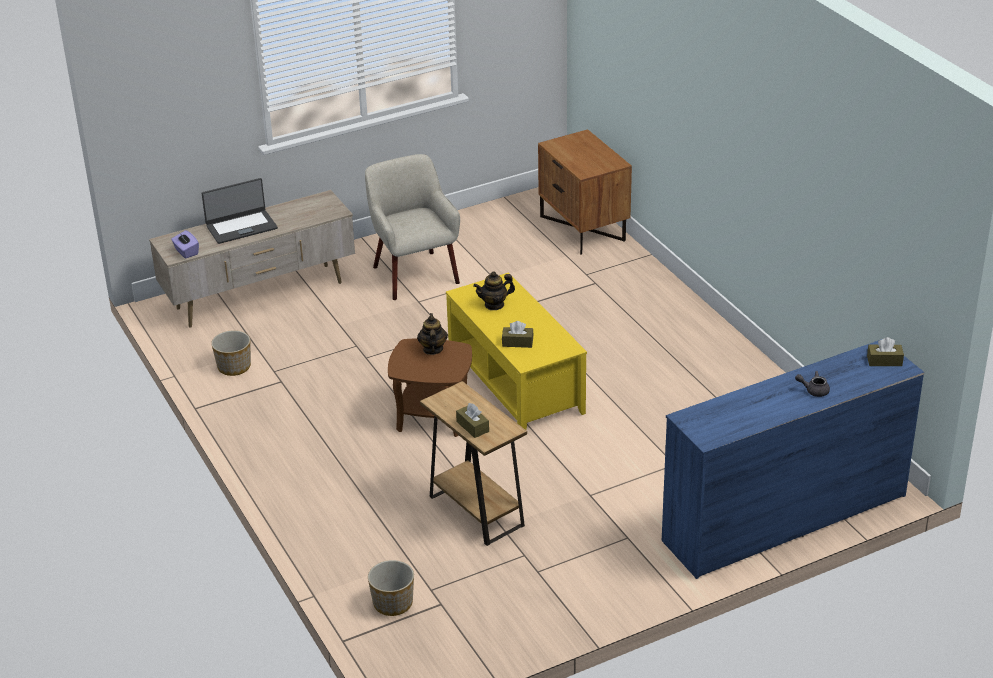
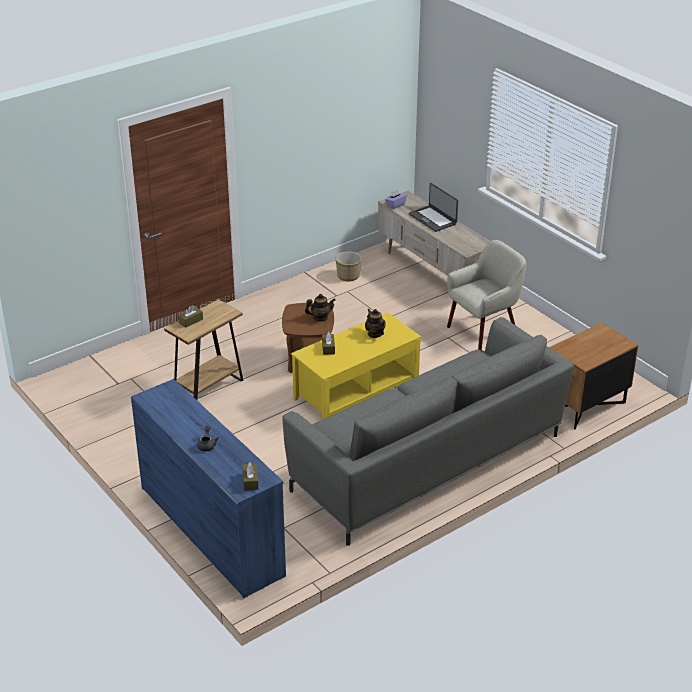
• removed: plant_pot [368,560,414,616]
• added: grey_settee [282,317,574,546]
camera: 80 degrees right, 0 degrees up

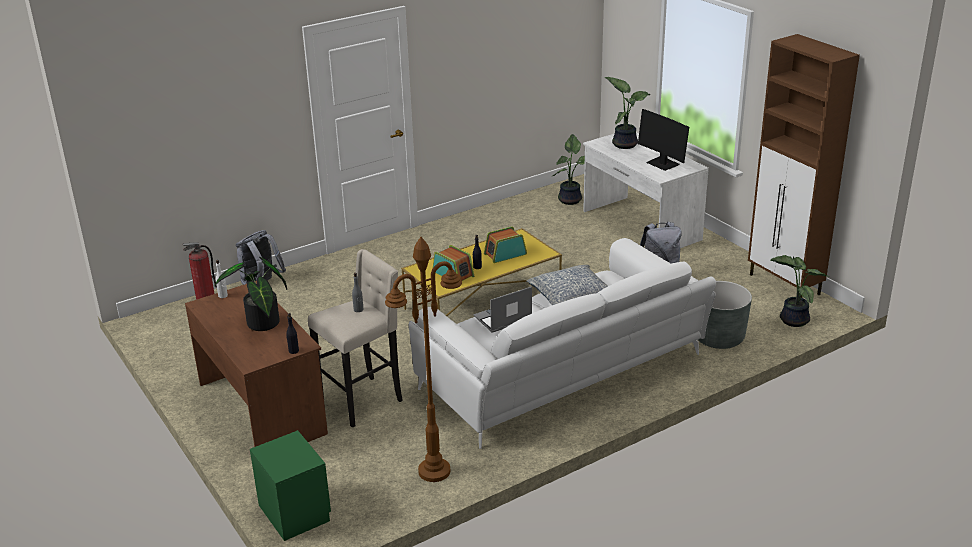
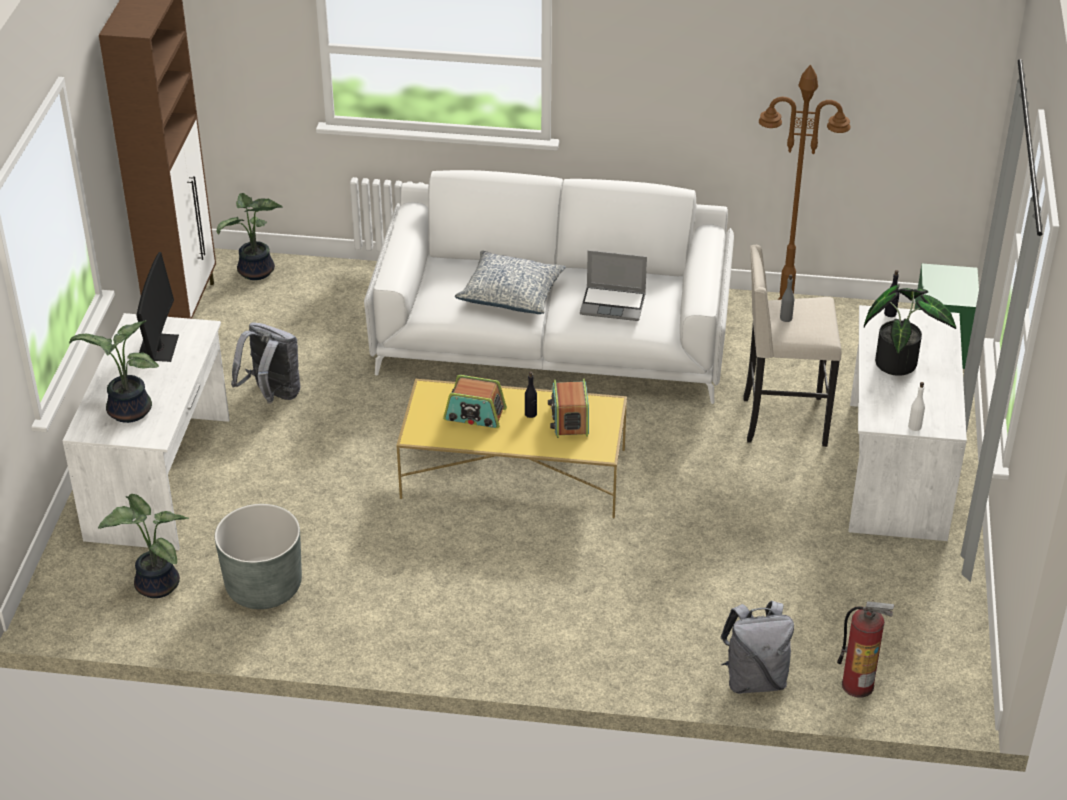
• recoloured: brown_desk_table [185,281,328,447] to whitish_desk_table [848,305,967,541]
• moved: grey_plant_pot [698,281,752,349] to [215,504,302,609]
camera: 140 degrees left, 10 degrees up

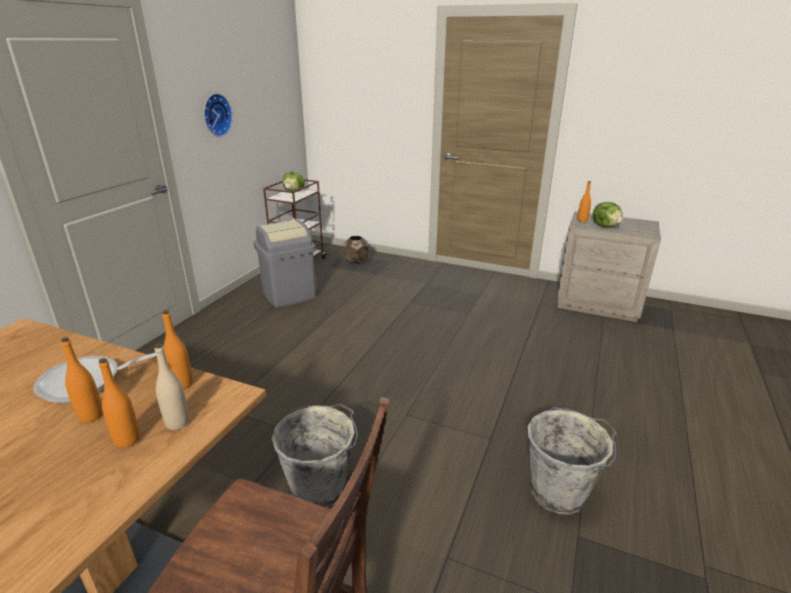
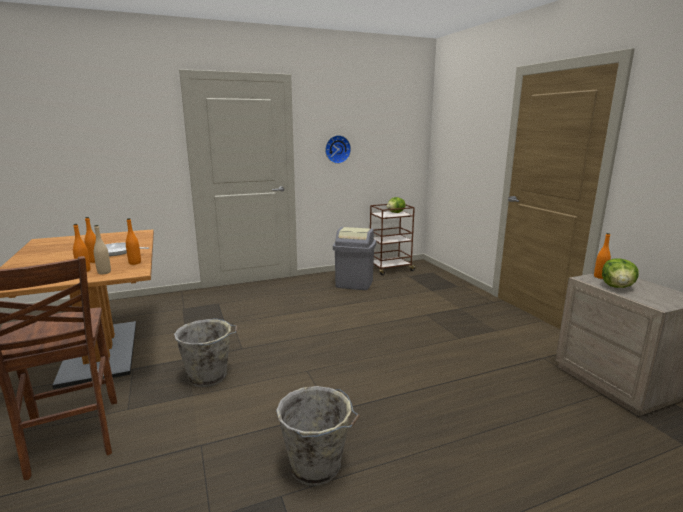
• removed: brown_plant_pot [344,236,368,265]
camera: 45 degrees right, 10 degrees down

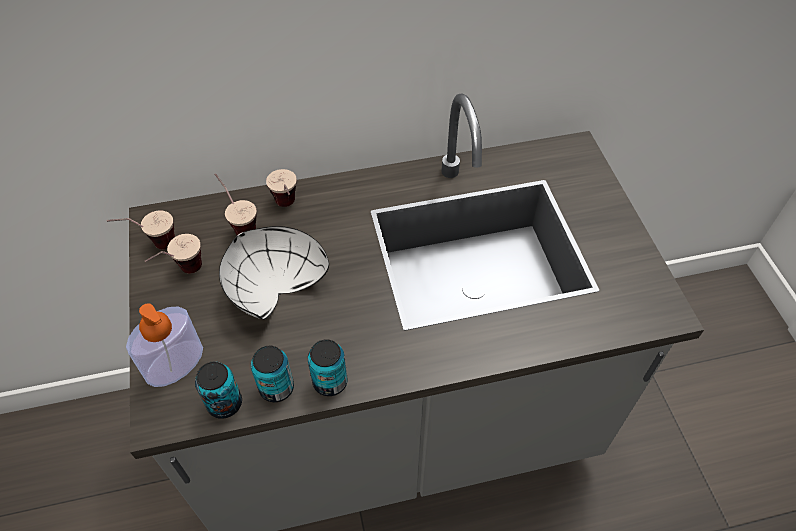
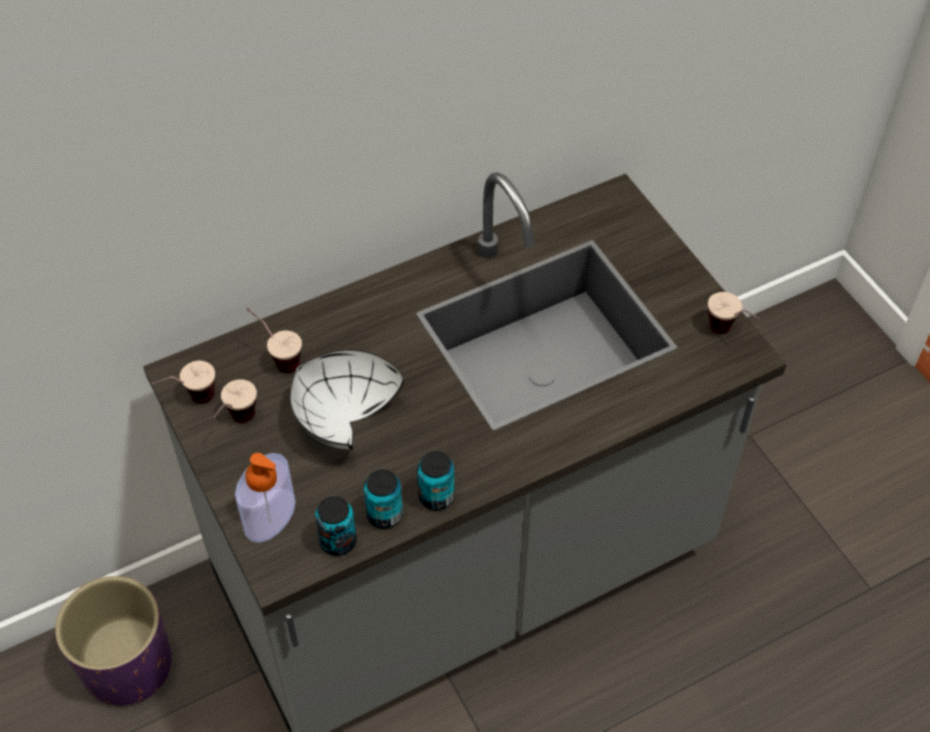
• moved: drinking_cup [266,169,297,207] to [708,292,760,334]
• added: purplish_plant_pot [55,576,172,706]
camera: 15 degrees left, 0 degrees up

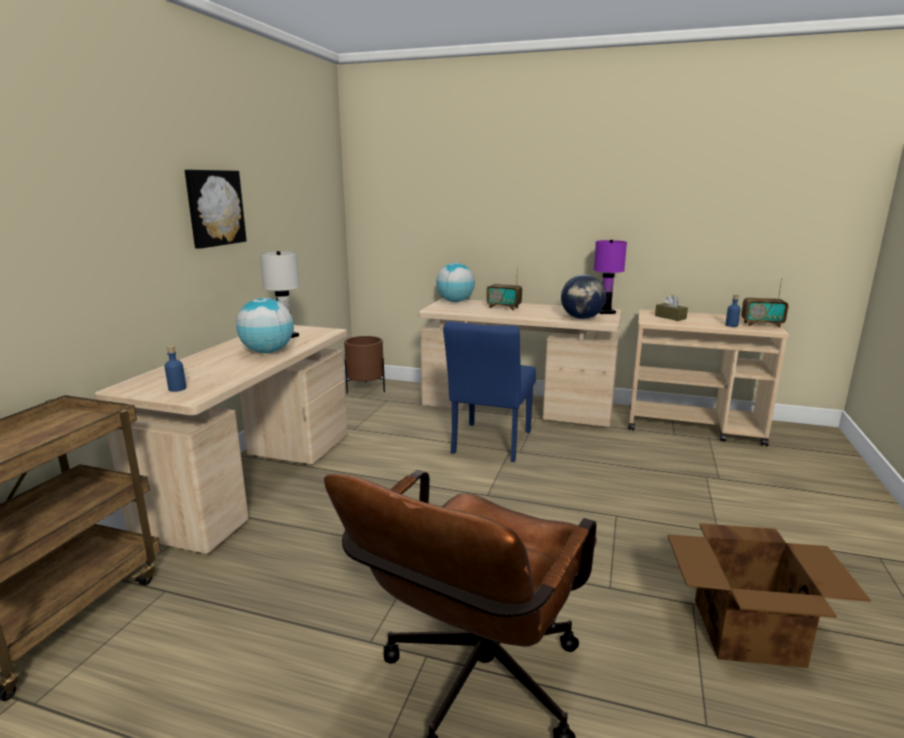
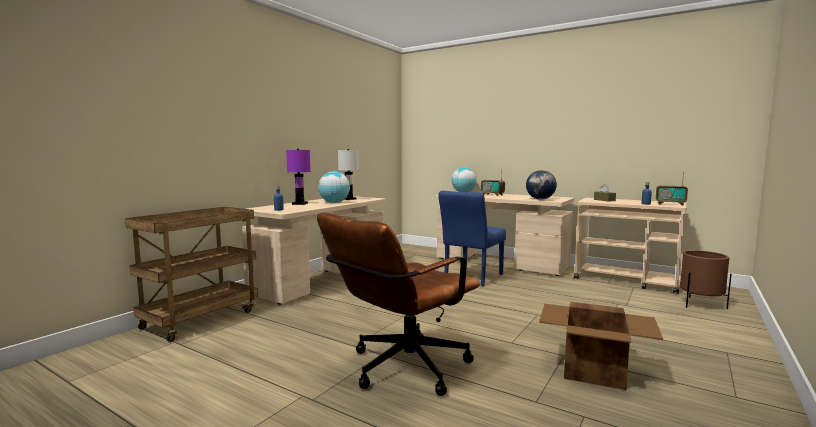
• removed: wall_art [185,170,247,249]
• moved: brown_plant_pot [344,336,385,394] to [680,250,732,309]
• moved: purplish_tabletop_lamp [594,240,627,314] to [286,149,311,205]
camera: 15 degrees right, 10 degrees down

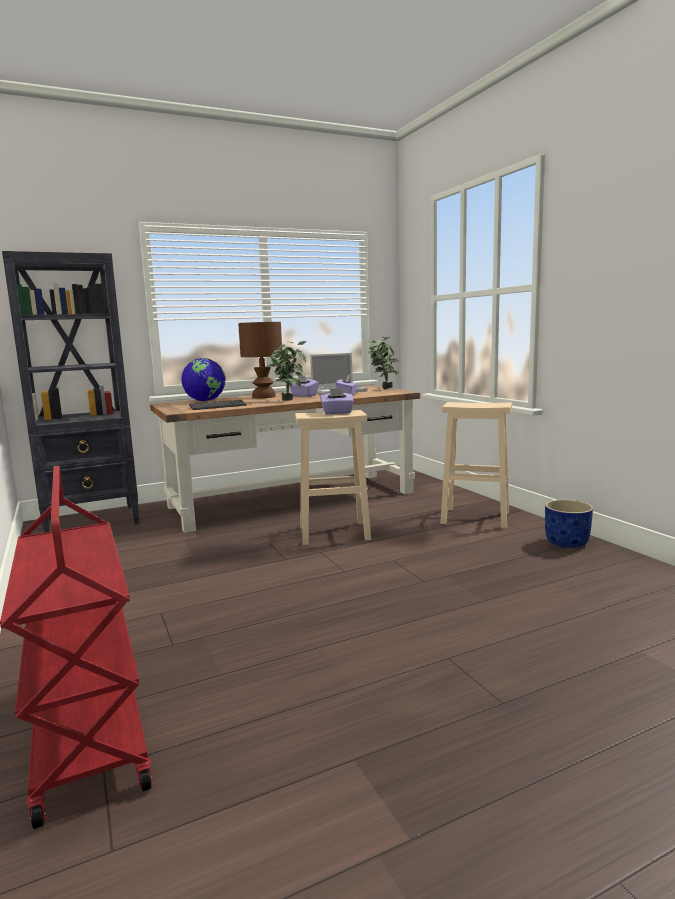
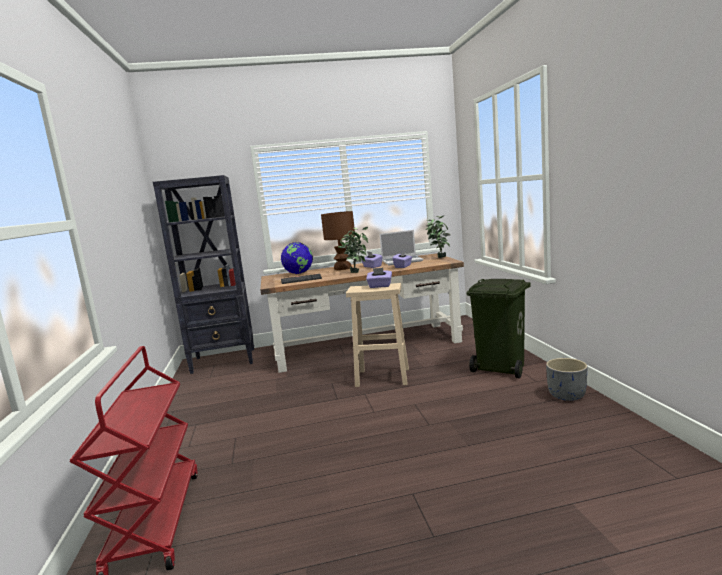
• replaced: beige-coloured_stool [440,402,512,529] to green_waste_bin [466,279,531,378]
• recoloured: blue-coloured_plant_pot [545,500,593,548] to grey_plant_pot [546,358,588,401]
camera: 15 degrees right, 0 degrees up

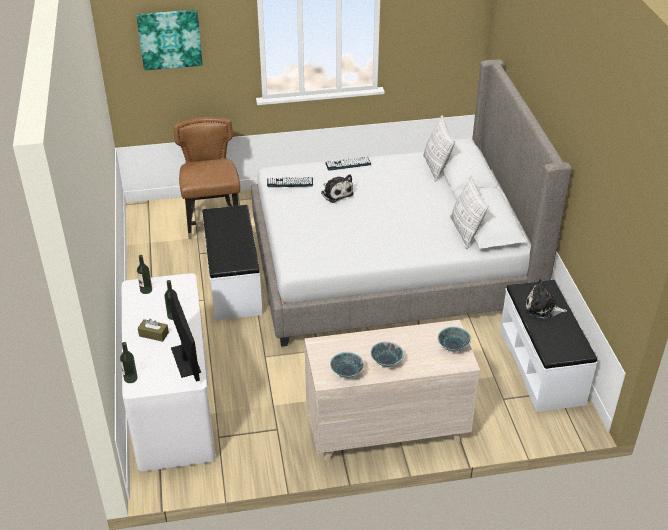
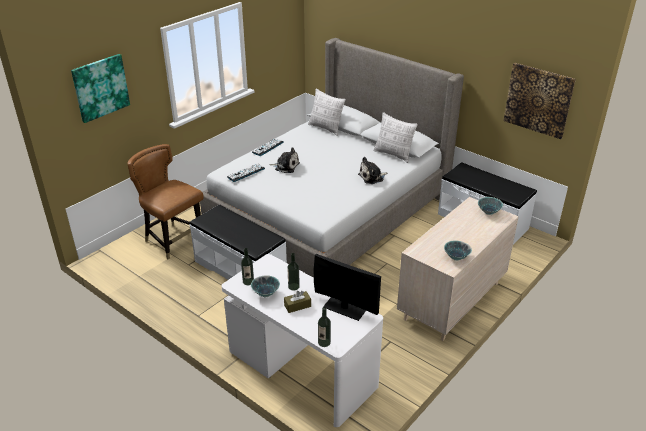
• moved: bowl [370,341,404,367] to [251,275,280,297]
• moved: cuddly_toy [525,279,567,319] to [358,157,388,184]
• added: wall_art [503,63,576,139]
camera: 40 degrees left, 5 degrees down

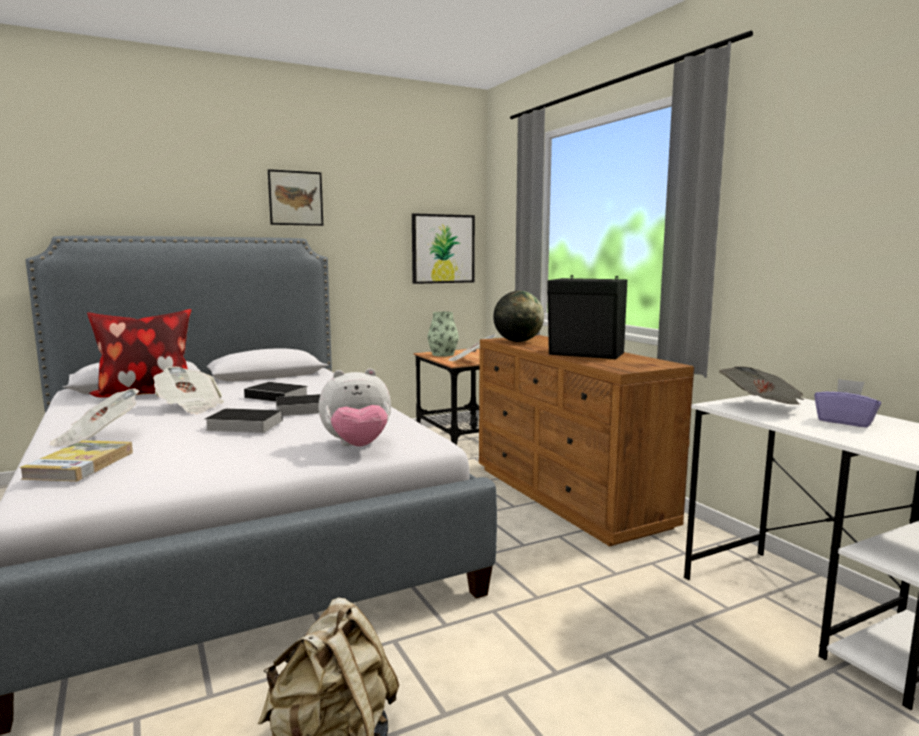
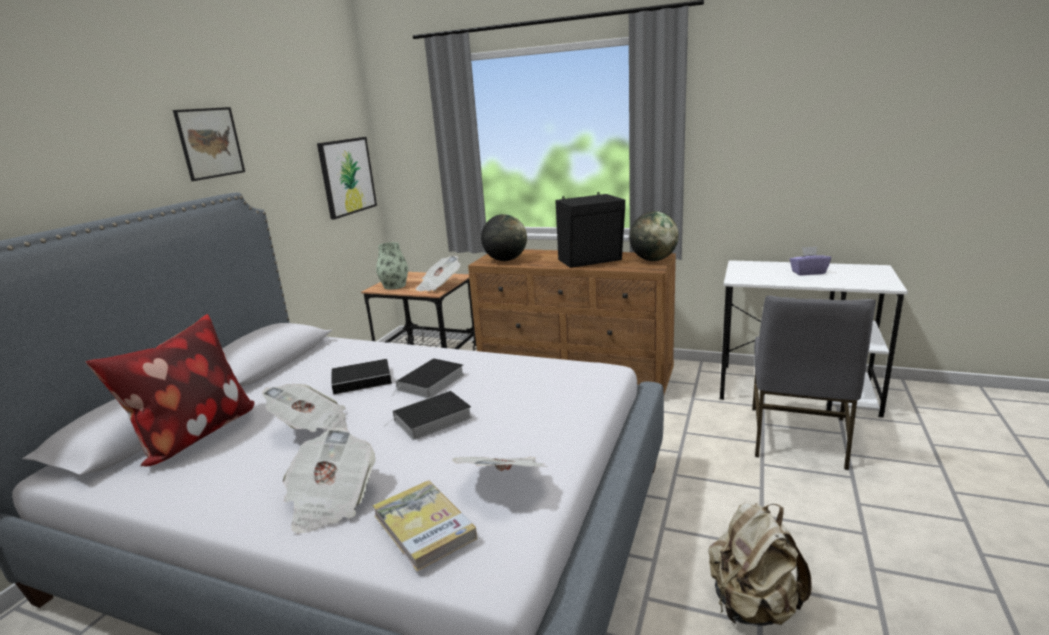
• removed: cuddly_toy [318,368,391,446]
• moved: printed_paper [719,366,804,405] to [453,457,547,471]
• added: desk_globe [629,211,679,261]
• added: grey_plain_chair [752,295,876,470]
camera: 40 degrees left, 10 degrees up

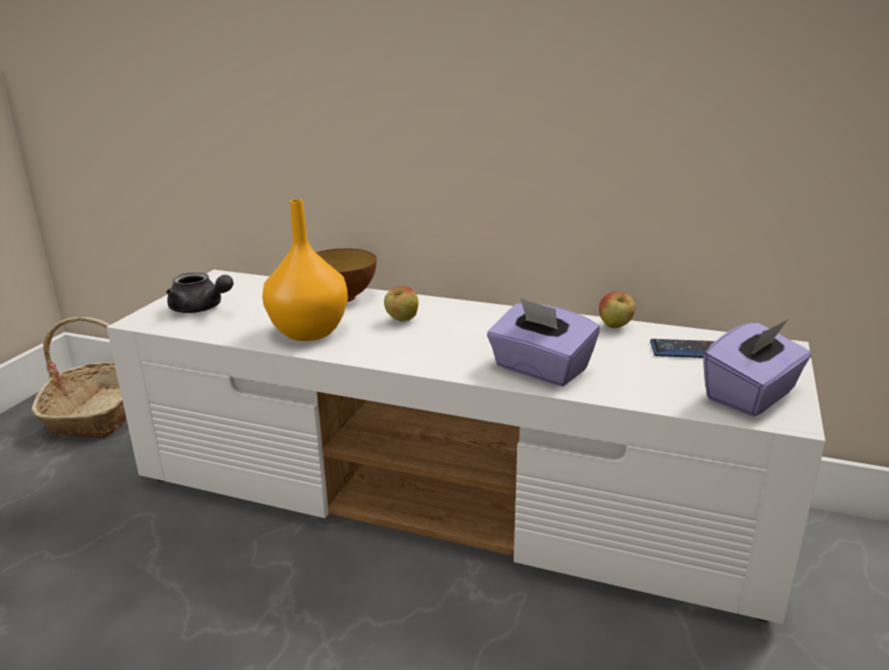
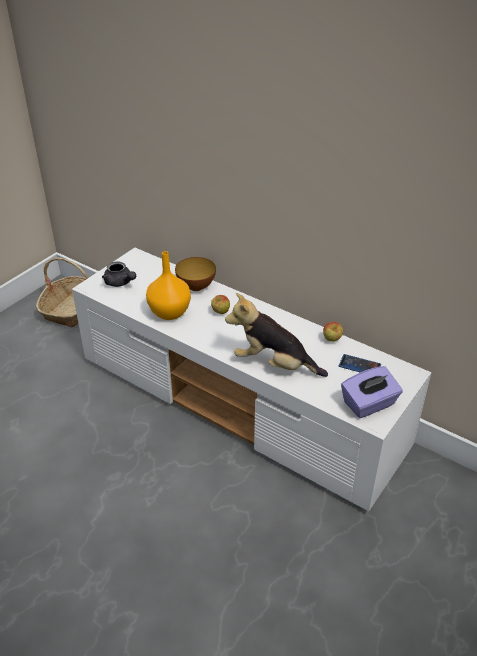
• replaced: purplish_tissue_box [487,298,600,387] to cuddly_toy [225,293,328,377]
camera: 15 degrees right, 15 degrees up

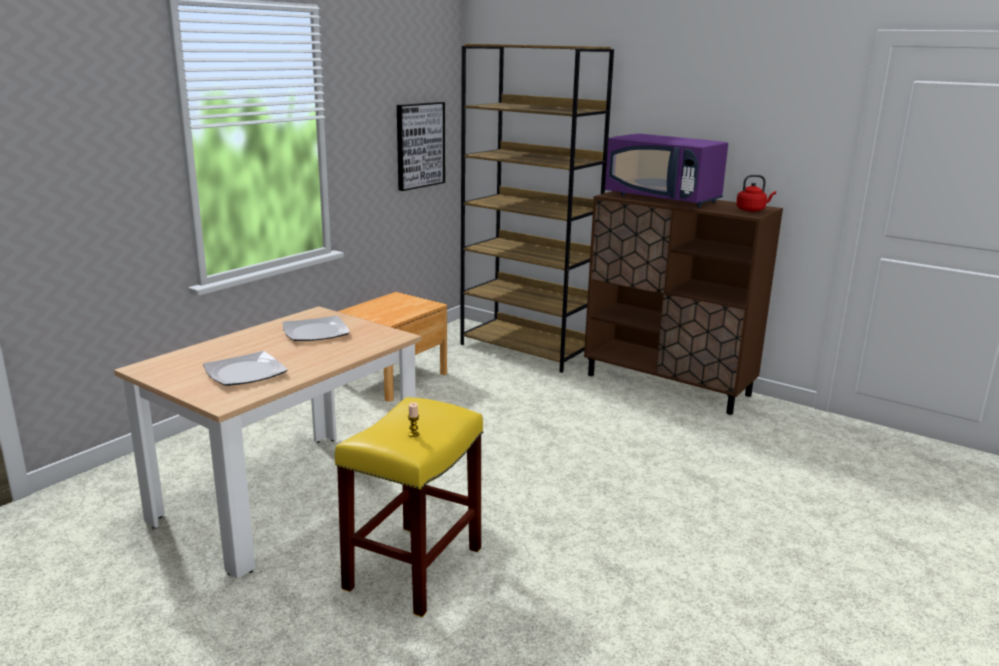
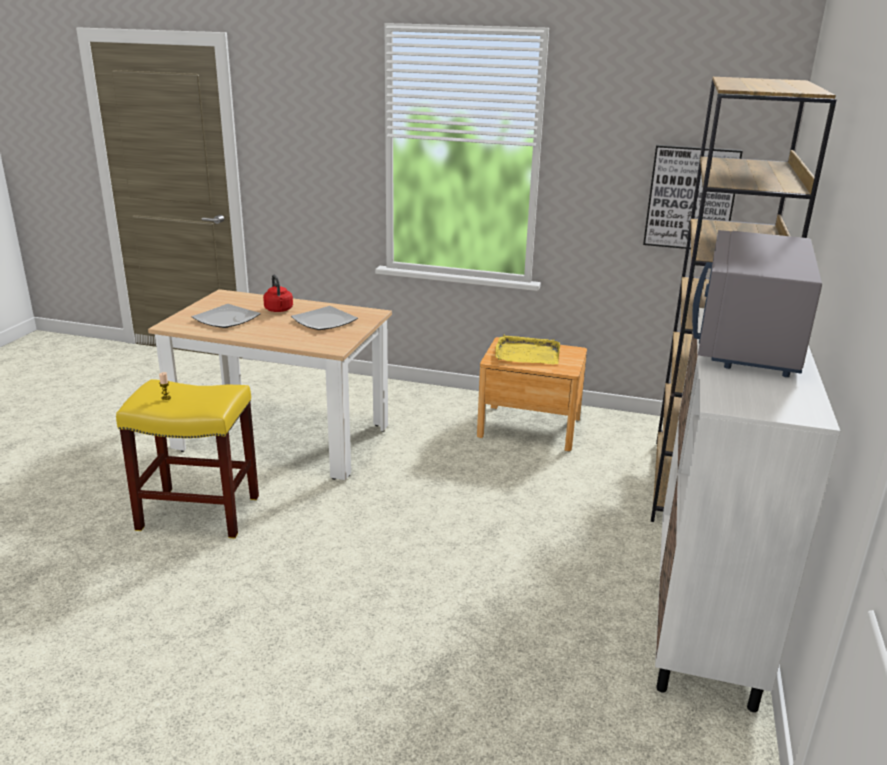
• recoloured: brown_storage_cabinet [584,191,783,415] to whitish_storage_cabinet [655,308,840,712]
• recoloured: purplish_microwave_oven [605,133,728,207] to grey_microwave_oven [692,230,822,377]
• moved: reddish_kettle [736,175,776,212] to [263,274,293,312]
• added: yellow_carrying_tray [495,335,560,364]
camera: 70 degrees right, 5 degrees up

